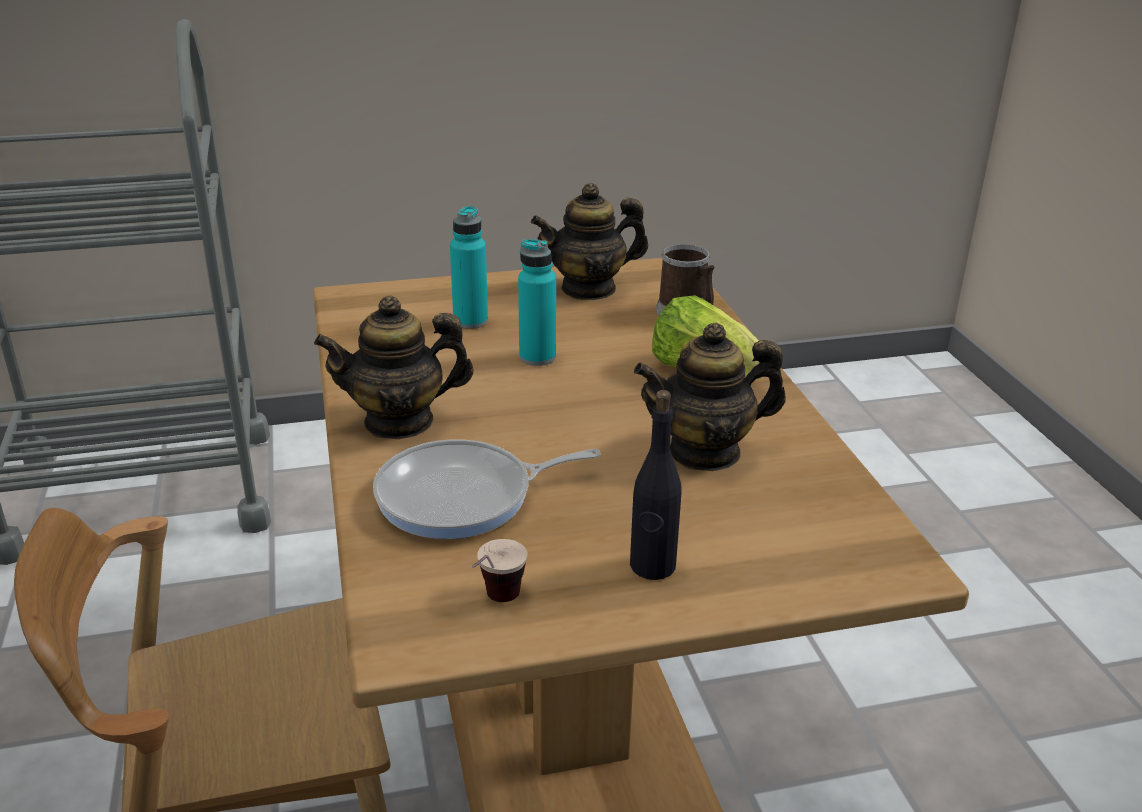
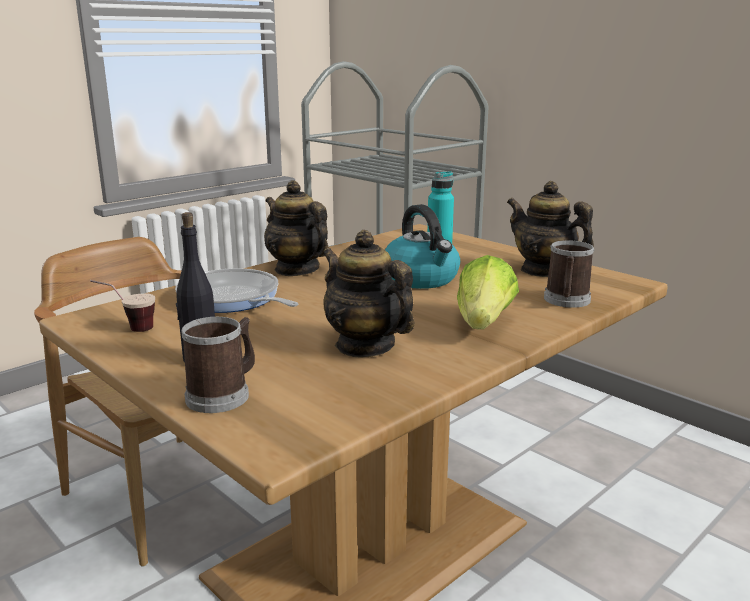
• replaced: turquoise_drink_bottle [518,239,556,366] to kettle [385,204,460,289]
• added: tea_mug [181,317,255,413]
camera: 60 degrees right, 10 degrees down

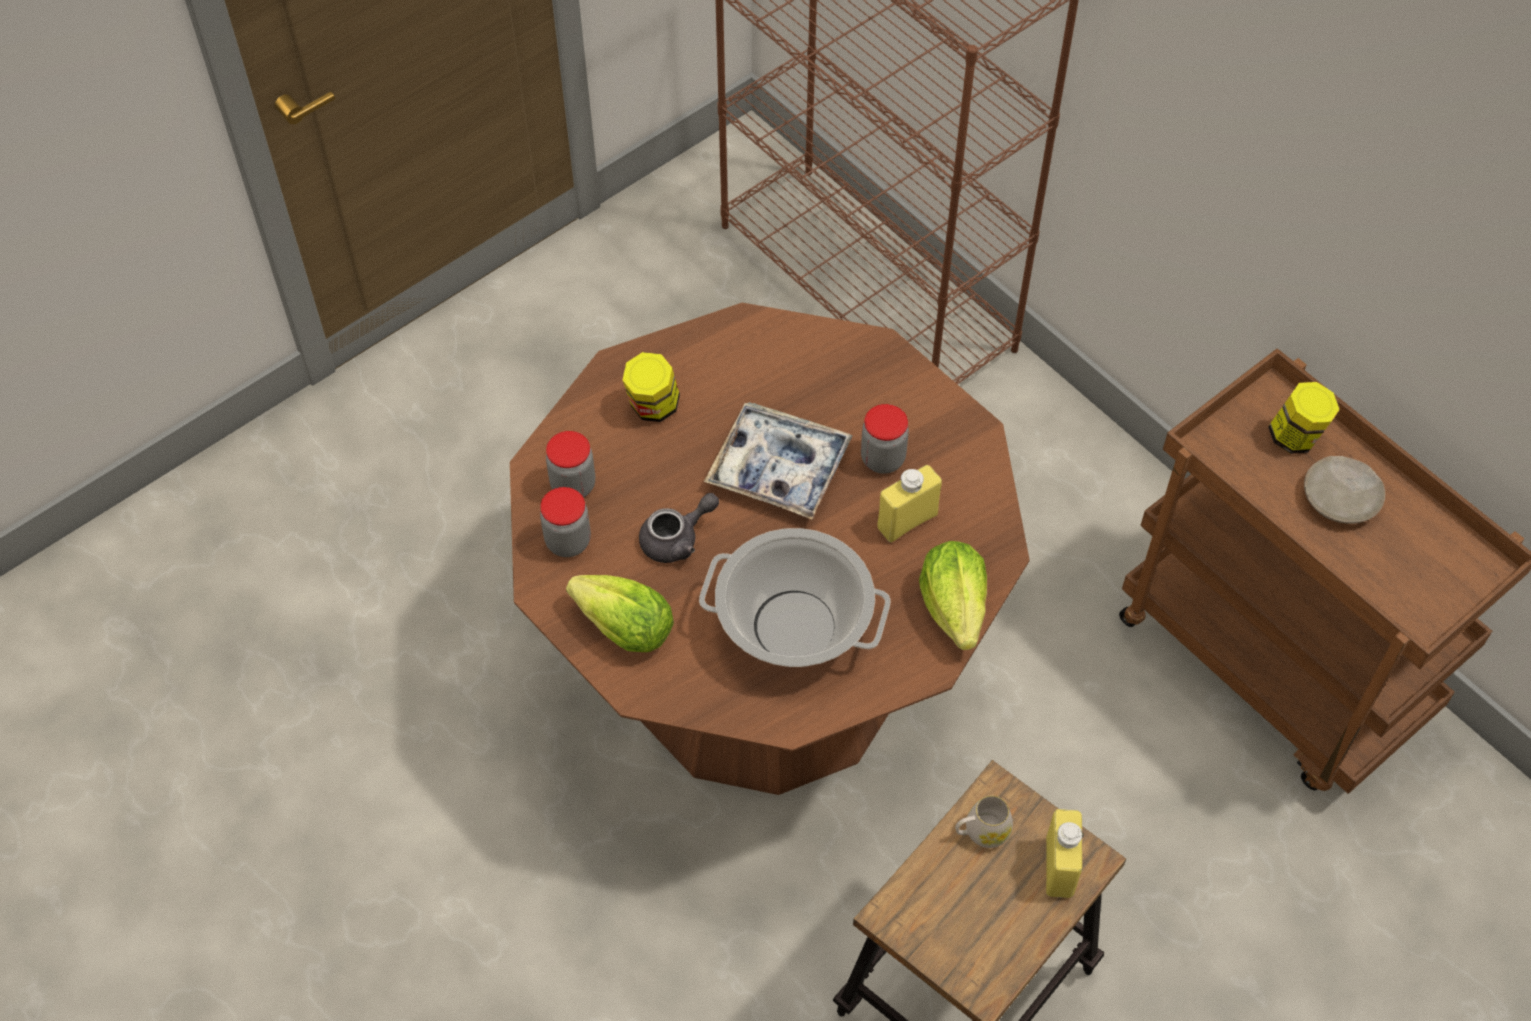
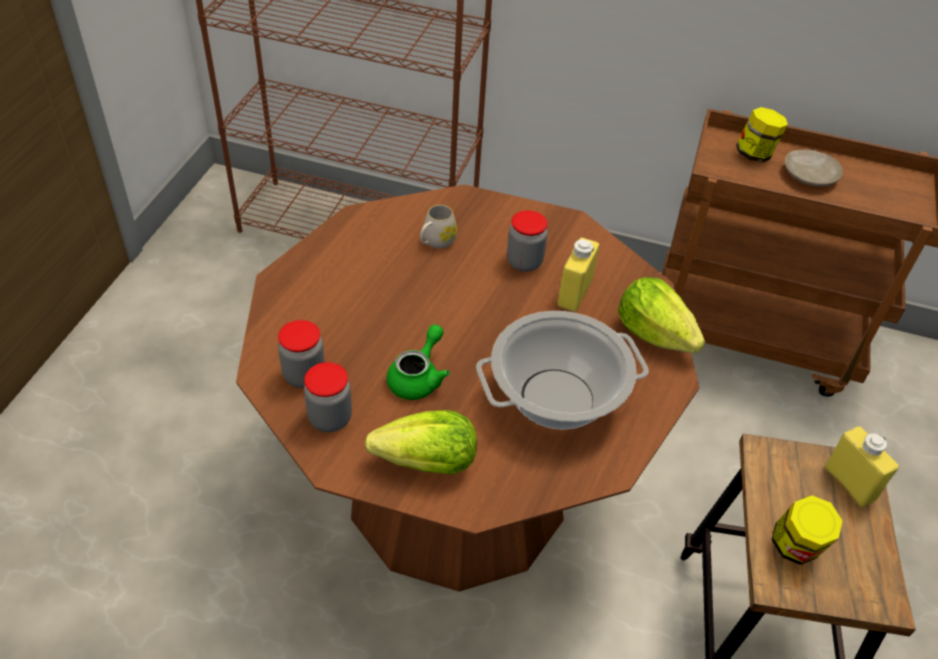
• moved: storage_jar [623,352,680,422] to [771,495,842,565]
• recoloured: grey_tea_pot [639,493,719,563] to green_tea_pot [386,324,450,400]
• removed: carrying_tray [704,402,853,519]
• moved: whitish_tea_mug [955,796,1013,848] to [420,205,457,248]
camera: 35 degrees left, 10 degrees down

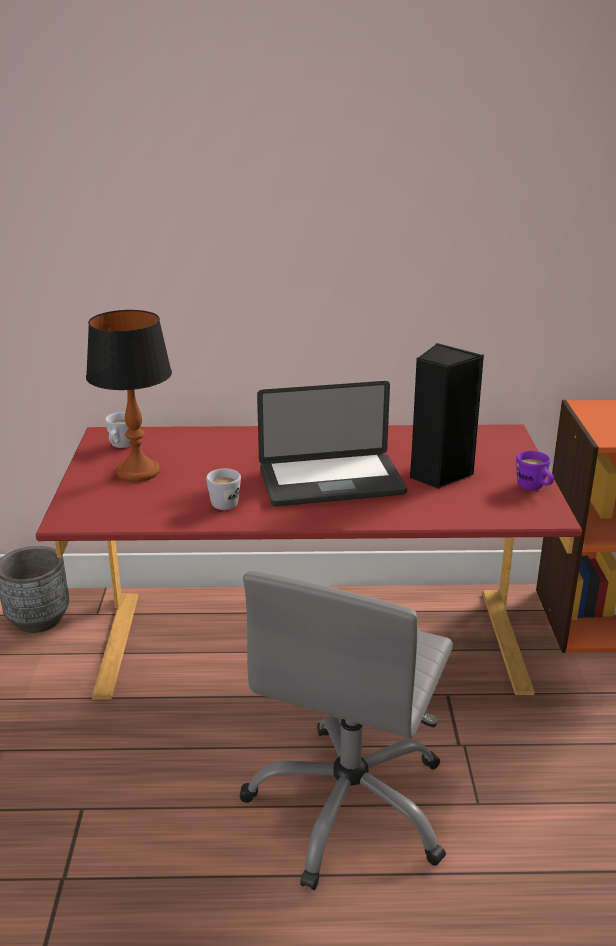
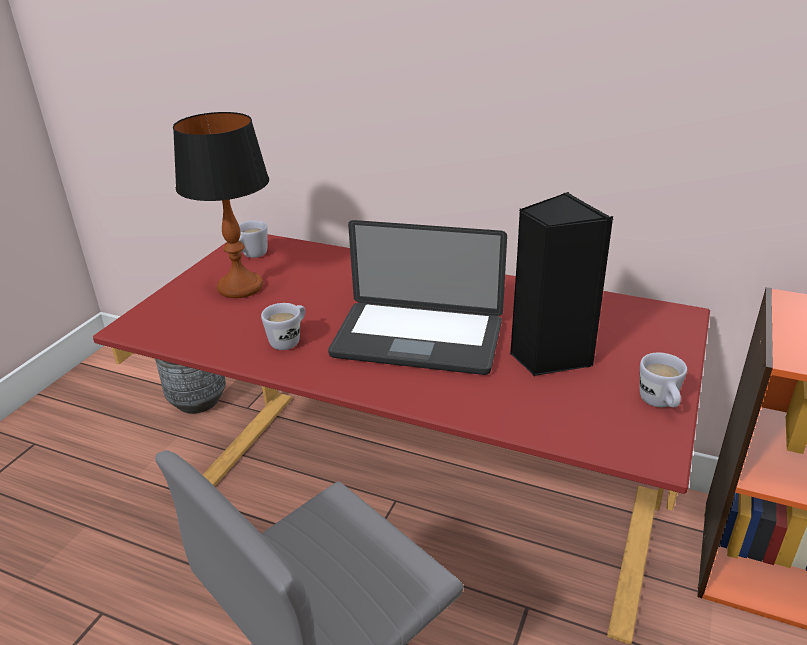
• recoloured: purplish_tea_mug [516,451,554,490] to whitish_tea_mug [640,353,687,407]
camera: 25 degrees right, 5 degrees up

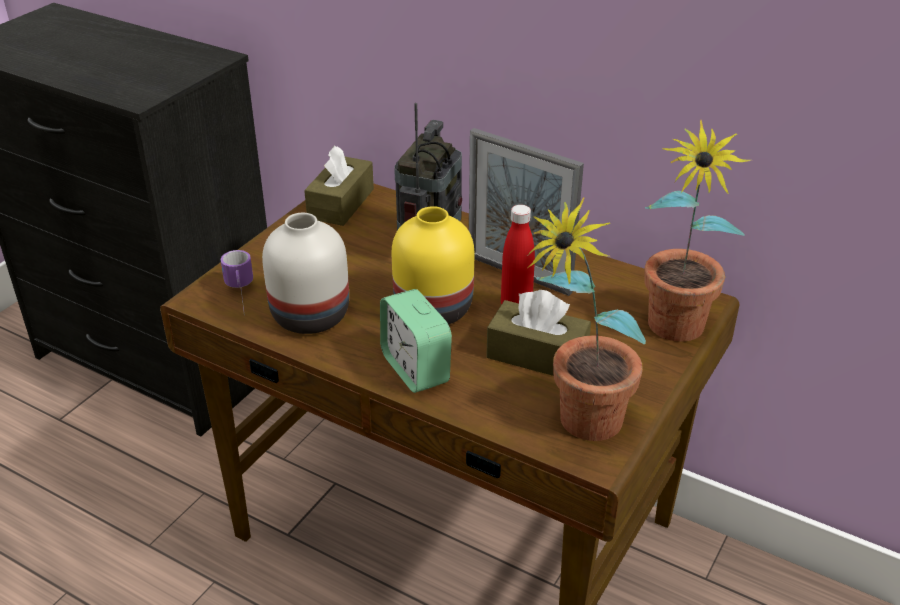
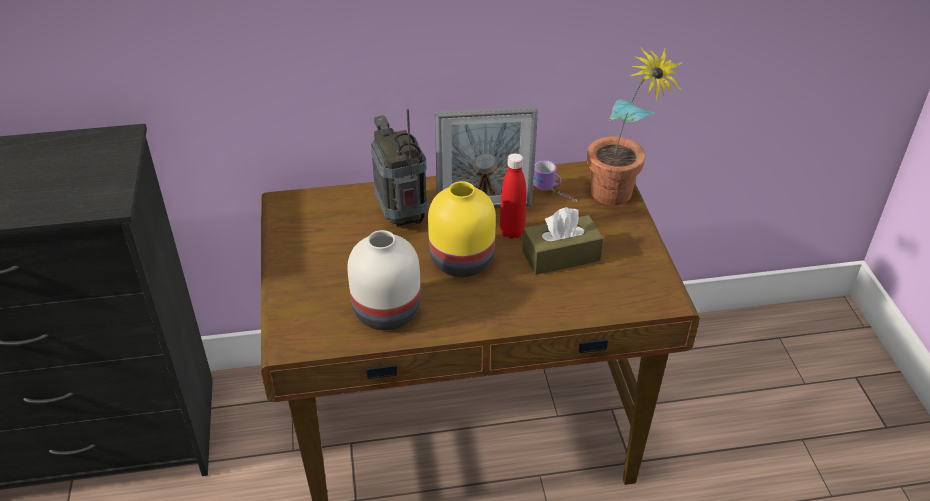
• moved: tea_mug [221,250,253,316] to [533,160,577,202]
• removed: brown_tissue_box [304,145,374,226]
• removed: alarm_clock [380,289,452,393]
• removed: plant_in_a_pot [527,197,646,441]
camera: 40 degrees left, 5 degrees up

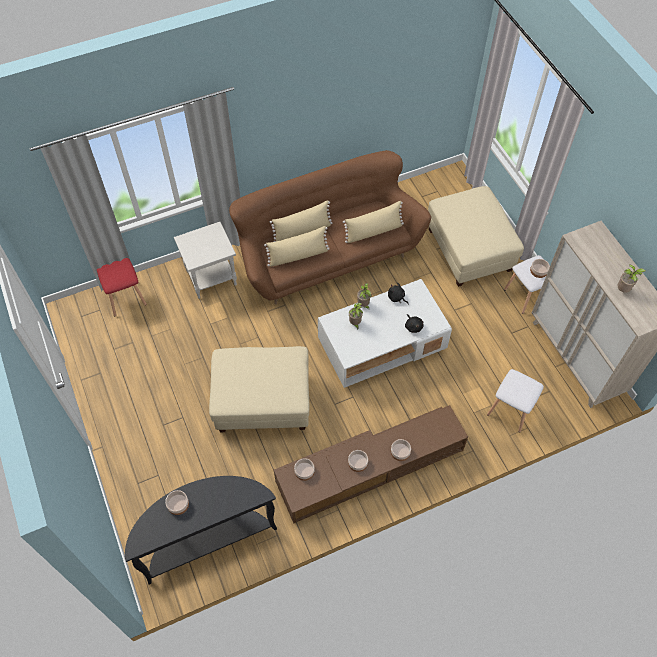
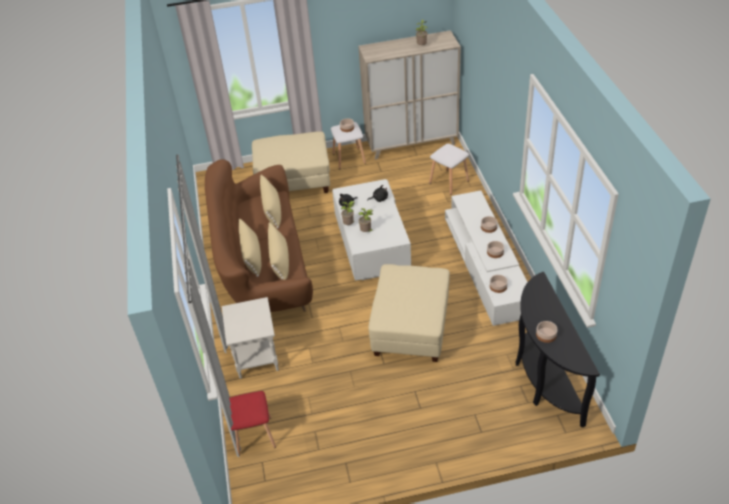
• recoloured: brown_tv_stand [274,405,468,523] to whitish_tv_stand [445,190,527,326]
camera: 75 degrees left, 15 degrees down

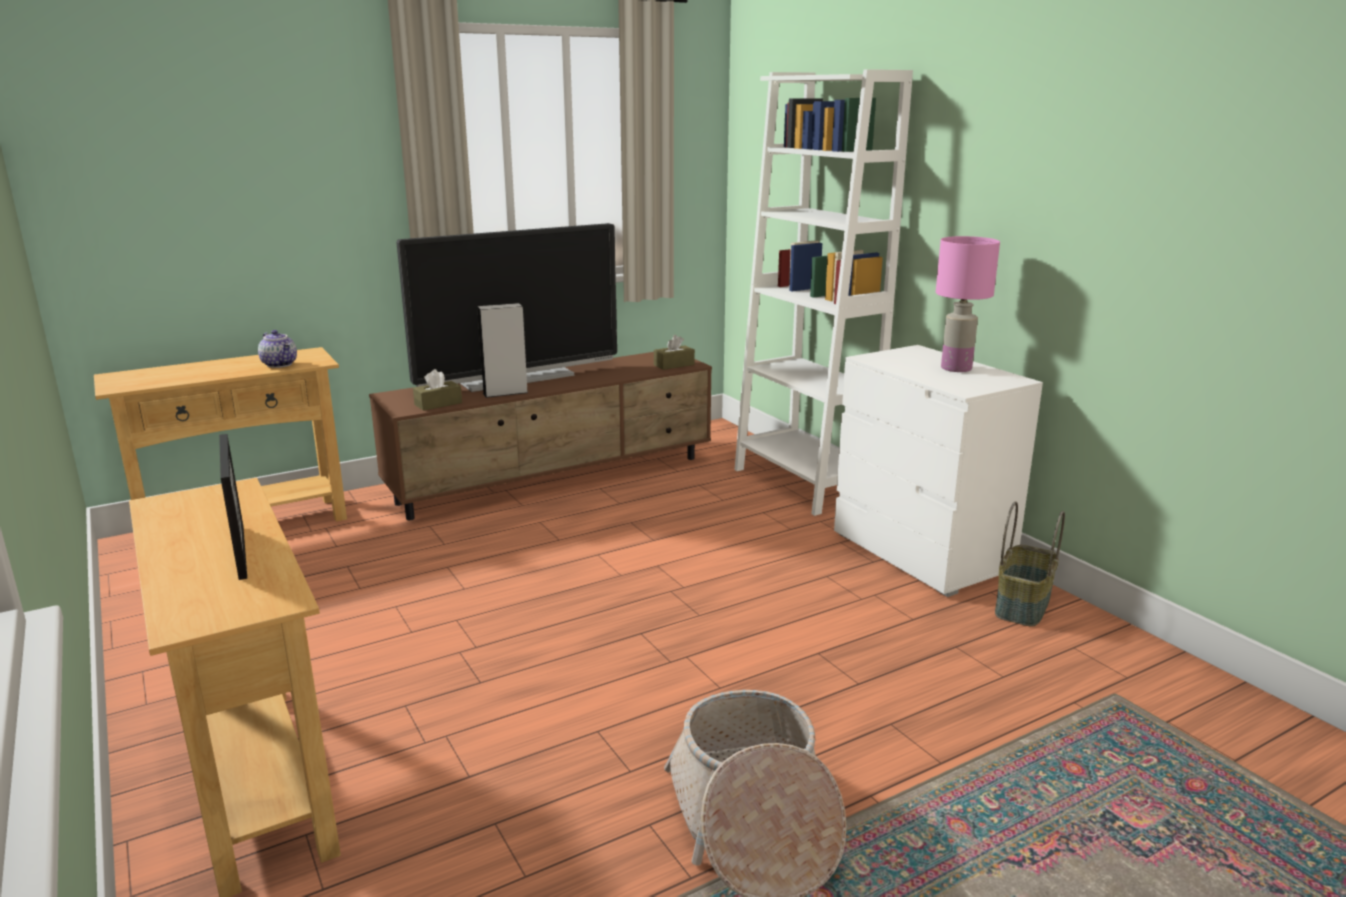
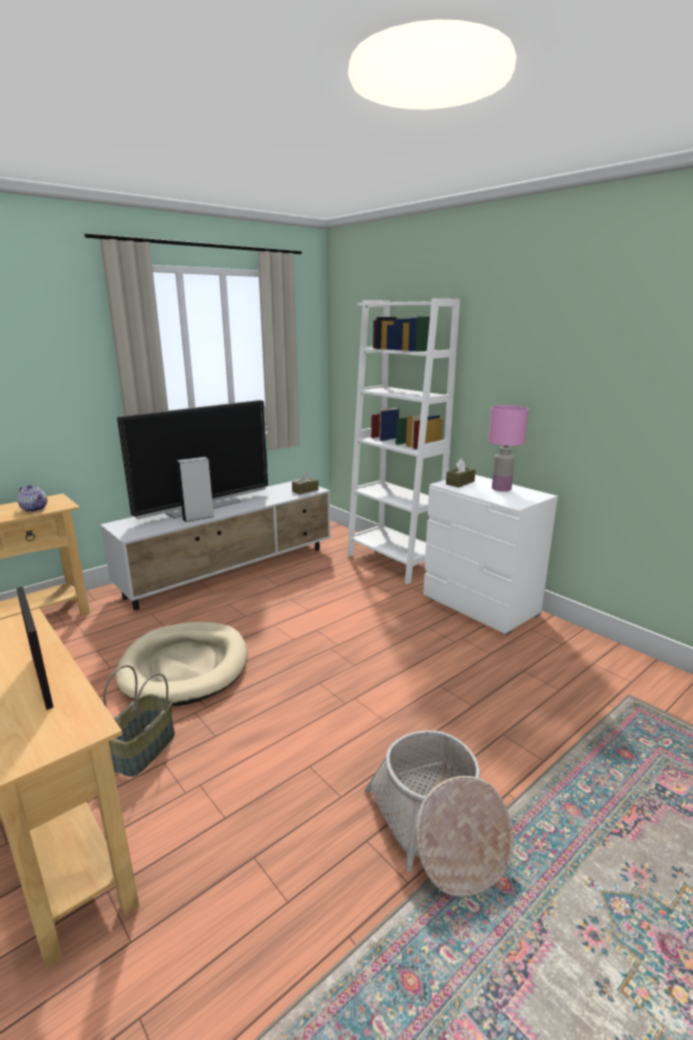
• recoloured: brown_tv_stand [369,352,712,520] to whitish_tv_stand [100,479,331,610]
• moved: brown_tissue_box [413,369,462,411] to [446,459,475,488]
• moved: household_basket [995,501,1065,627] to [103,665,175,777]
• added: beige-coloured_dog_bed [116,622,247,706]
camera: 10 degrees left, 0 degrees up

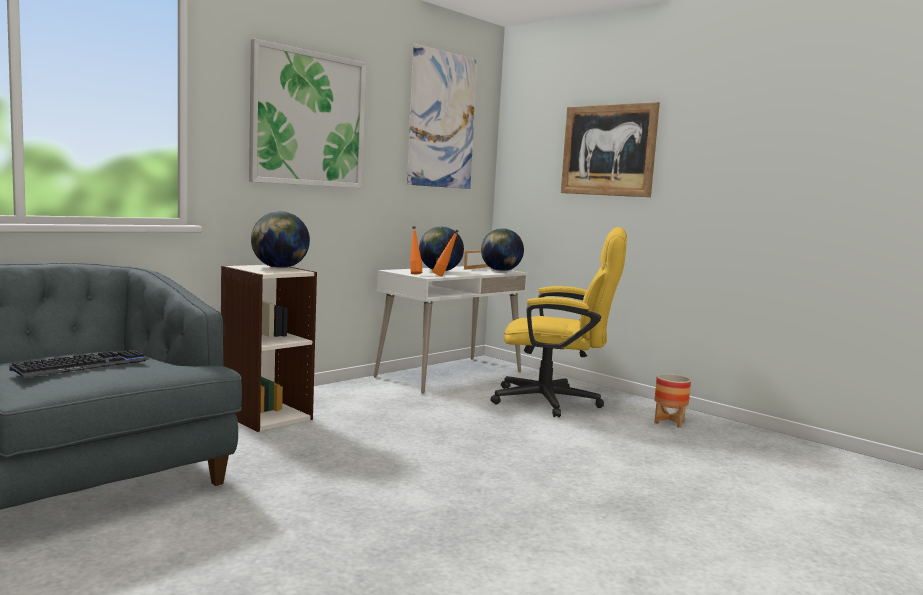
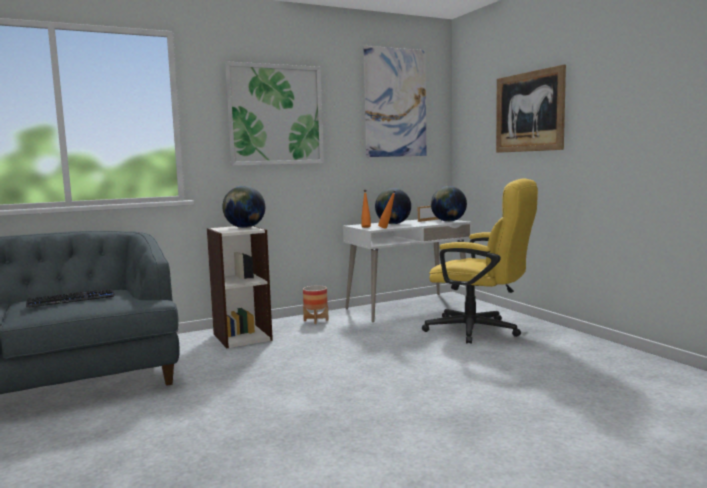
• moved: plant_pot [654,374,691,428] to [303,285,329,324]
camera: 20 degrees right, 0 degrees up

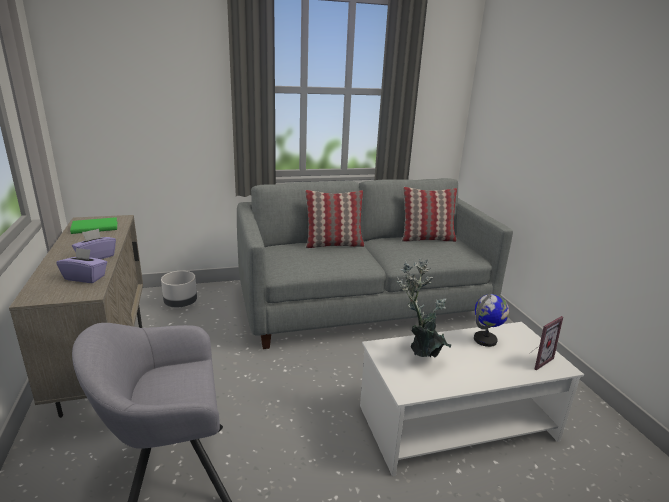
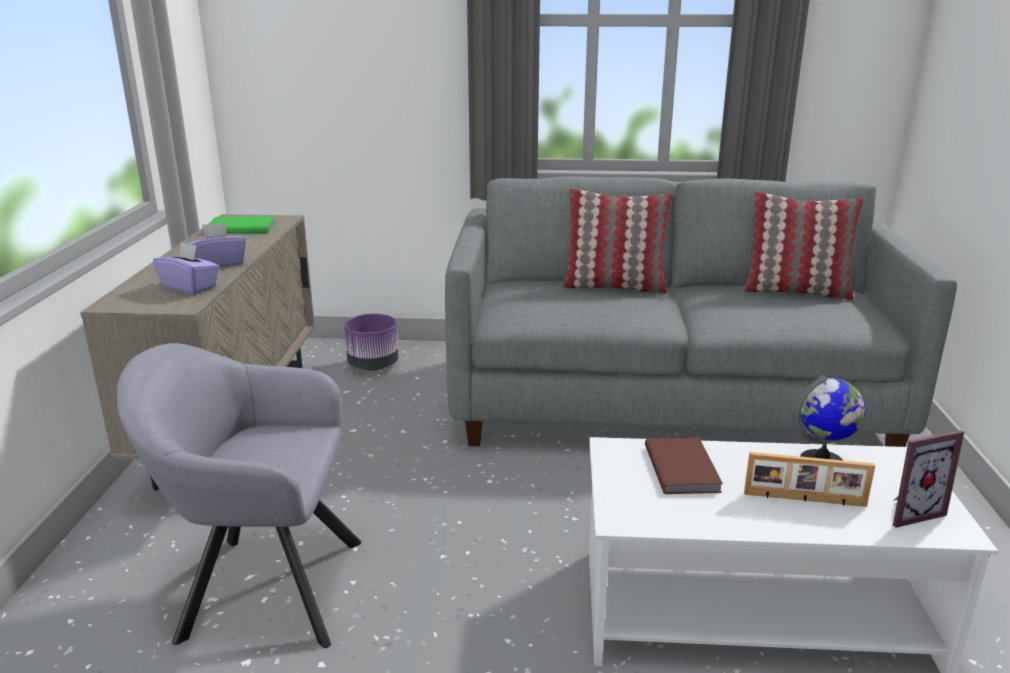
• recoloured: grey_plant_pot [161,271,197,307] to purplish_plant_pot [344,314,399,371]
• replaced: plant_in_a_pot [397,258,451,357] to brown_bound_book [645,437,723,494]
• added: standing_frame [744,452,875,507]
camera: 20 degrees right, 0 degrees up

